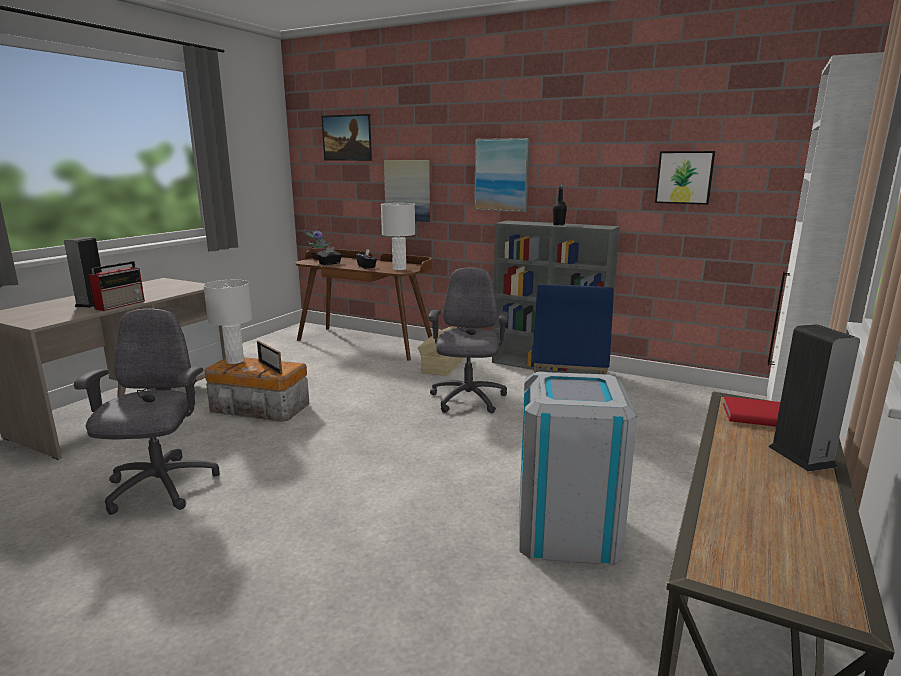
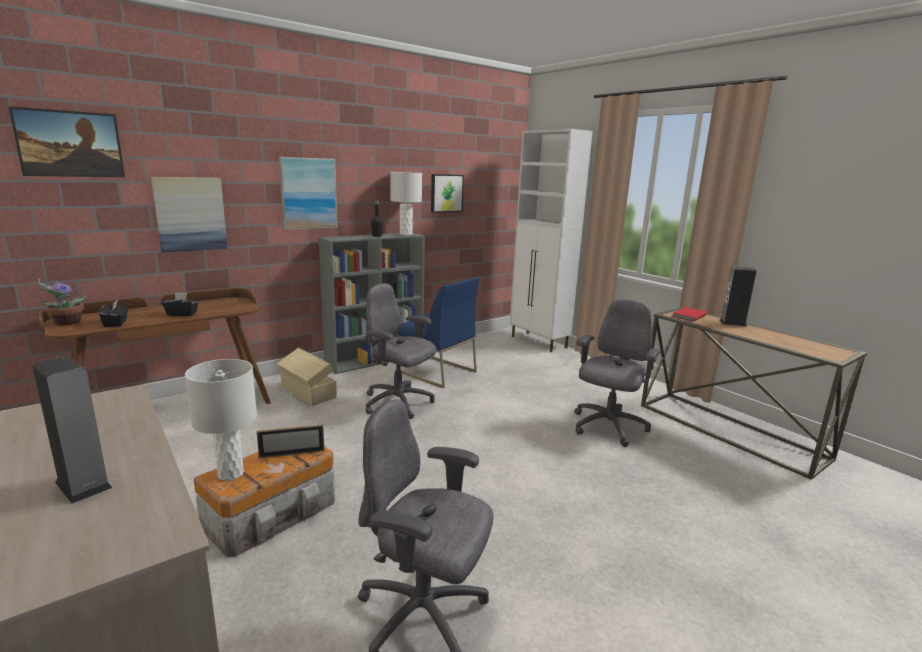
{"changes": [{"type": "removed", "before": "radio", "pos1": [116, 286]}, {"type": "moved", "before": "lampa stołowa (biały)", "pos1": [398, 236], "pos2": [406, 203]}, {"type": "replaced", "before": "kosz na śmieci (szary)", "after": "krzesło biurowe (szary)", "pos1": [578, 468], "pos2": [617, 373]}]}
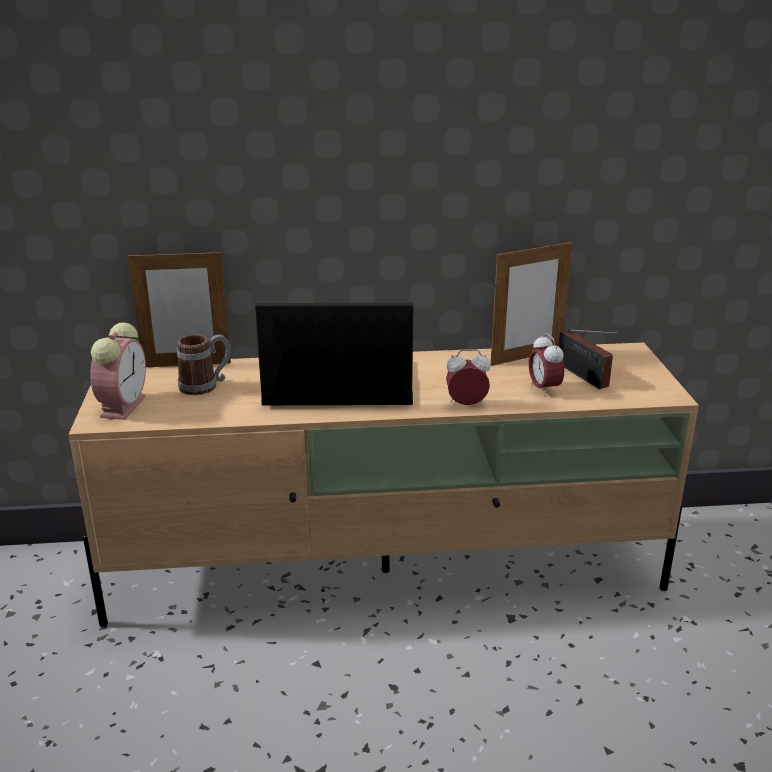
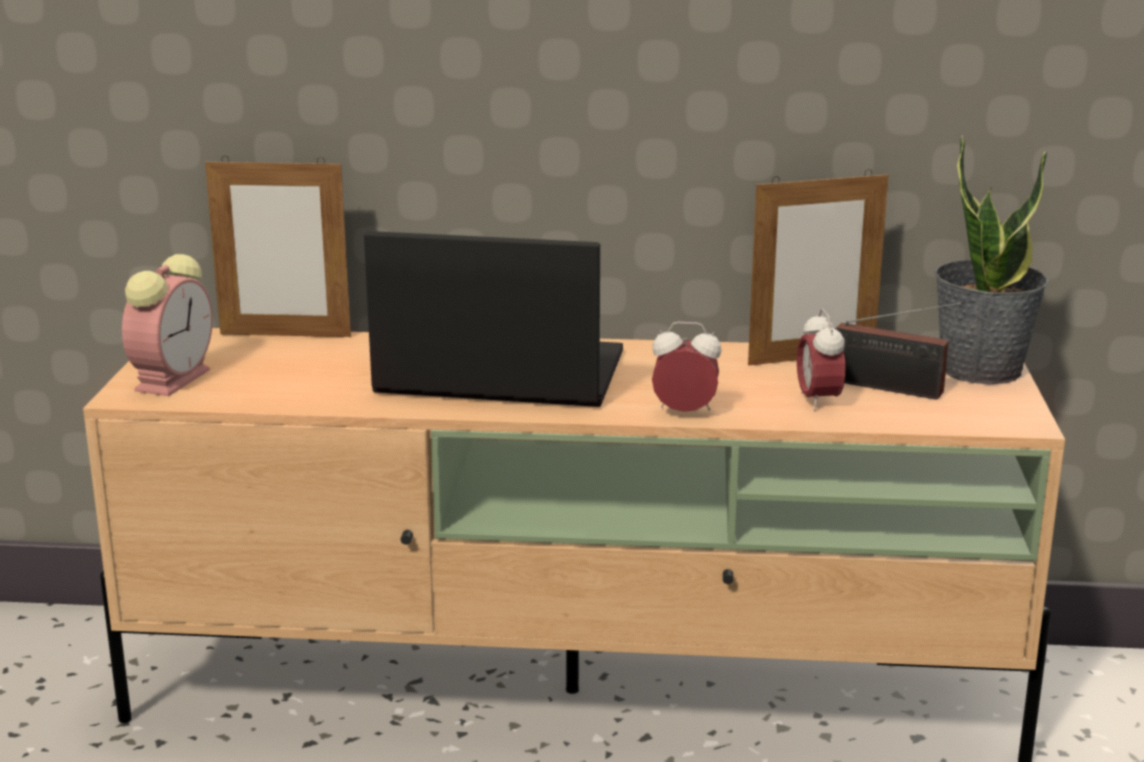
{"changes": [{"type": "removed", "before": "kubek", "pos1": [204, 364]}, {"type": "turned", "before": "radio", "pos1": [589, 359], "pos2": [900, 350], "turn": -45}, {"type": "added", "after": "roślina doniczkowa", "pos2": [991, 259]}]}
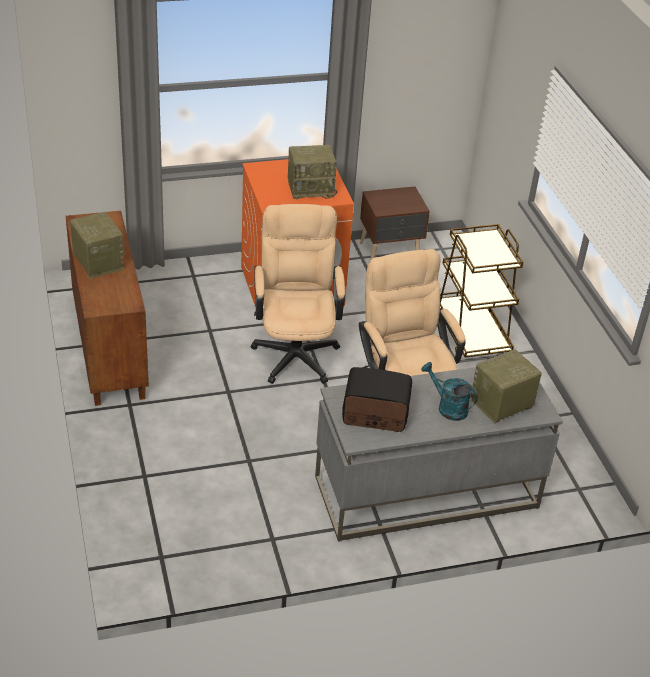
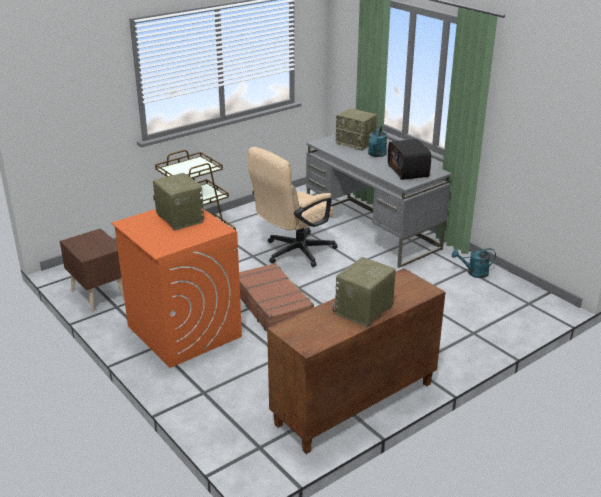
{"changes": [{"type": "replaced", "before": "krzesło biurowe (beżowy)", "after": "walizka (brązowy)", "pos1": [298, 294], "pos2": [276, 297]}, {"type": "added", "after": "konewka (turkusowy)", "pos2": [474, 263]}]}
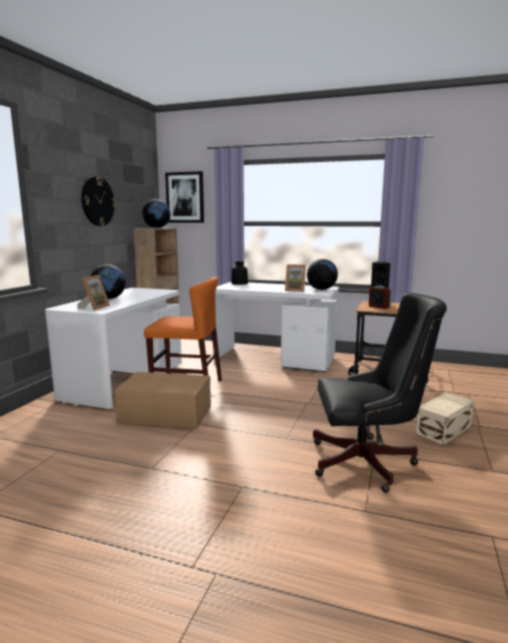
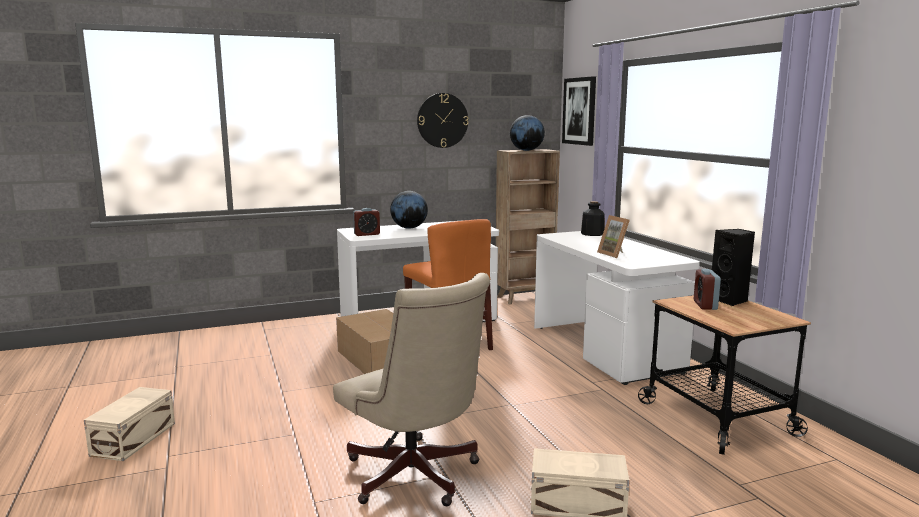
{"changes": [{"type": "replaced", "before": "ramka na zdjęcie", "after": "budzik", "pos1": [93, 292], "pos2": [366, 222]}, {"type": "removed", "before": "globus", "pos1": [322, 274]}, {"type": "recoloured", "before": "krzesło biurowe (czarny)", "after": "krzesło biurowe (beżowy)", "pos1": [380, 392], "pos2": [411, 389]}, {"type": "added", "after": "pojemnik do przechowywania (beżowy)", "pos2": [129, 424]}]}
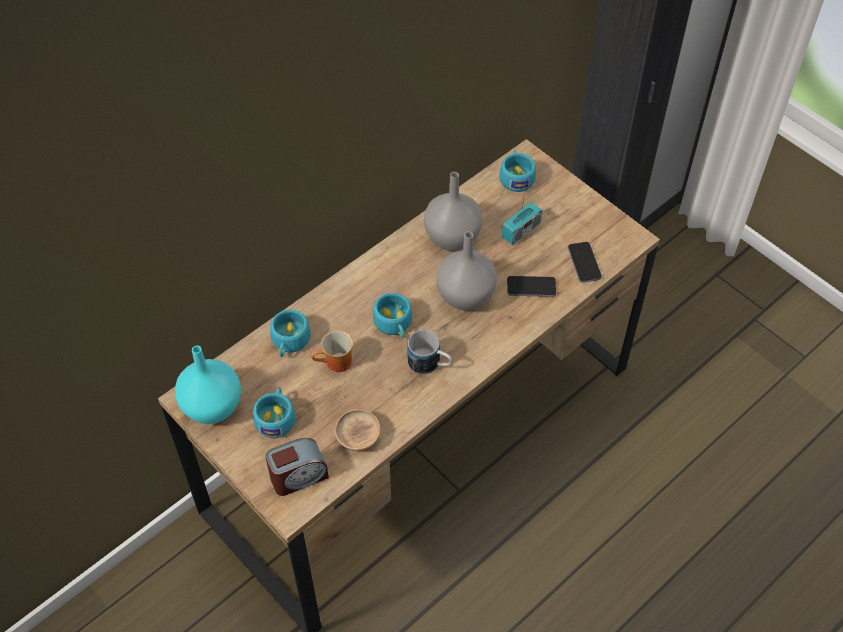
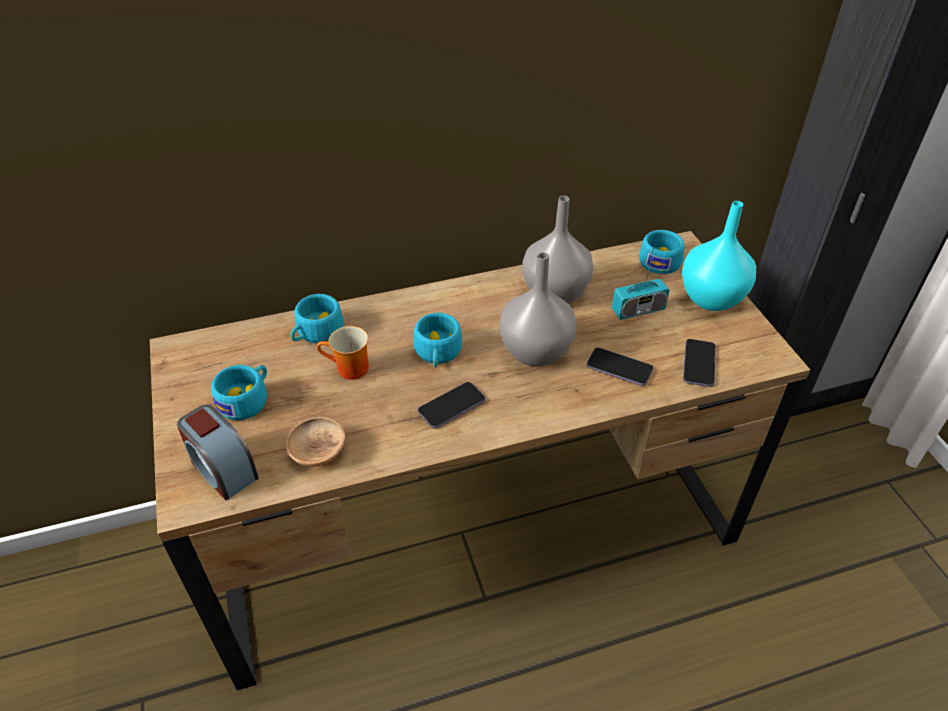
{"changes": [{"type": "moved", "before": "wazon (turkusowy)", "pos1": [208, 385], "pos2": [719, 256]}, {"type": "turned", "before": "budzik", "pos1": [297, 467], "pos2": [218, 452], "turn": 45}, {"type": "replaced", "before": "kubek", "after": "telefon", "pos1": [430, 352], "pos2": [451, 405]}]}
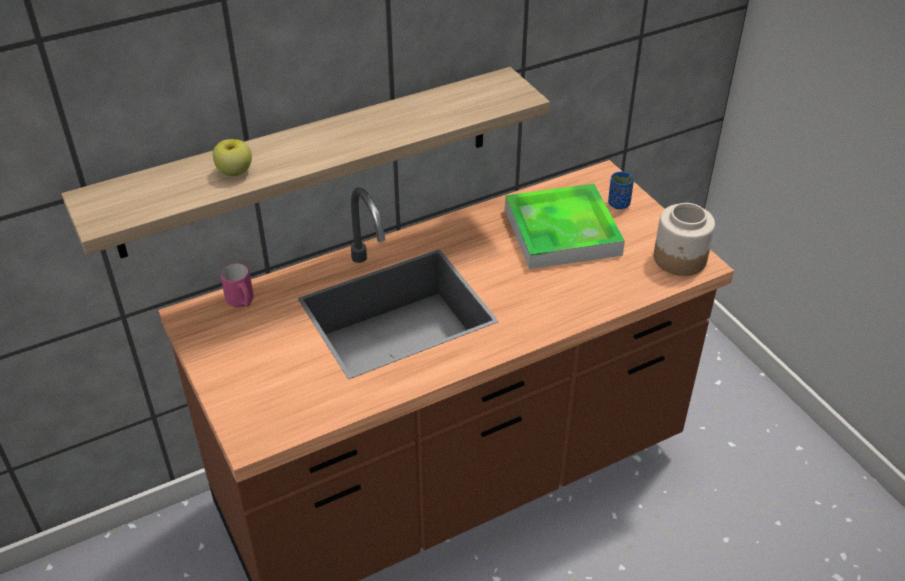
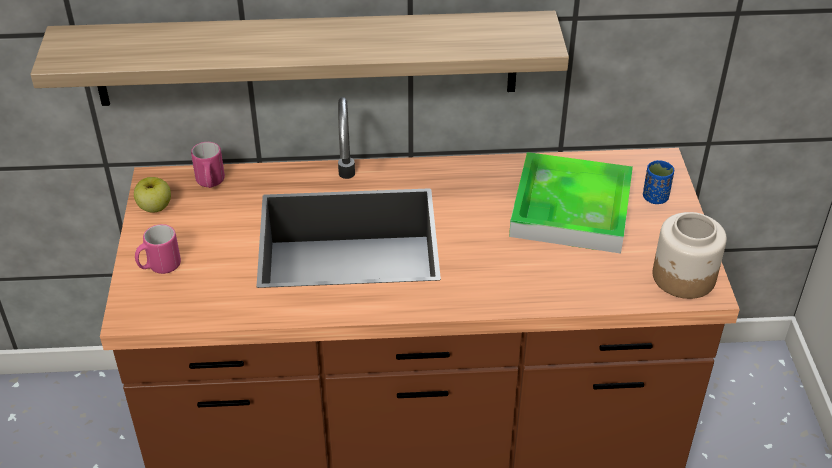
{"changes": [{"type": "moved", "before": "jabłko", "pos1": [232, 157], "pos2": [152, 195]}, {"type": "added", "after": "kubek (różowy)", "pos2": [158, 249]}]}
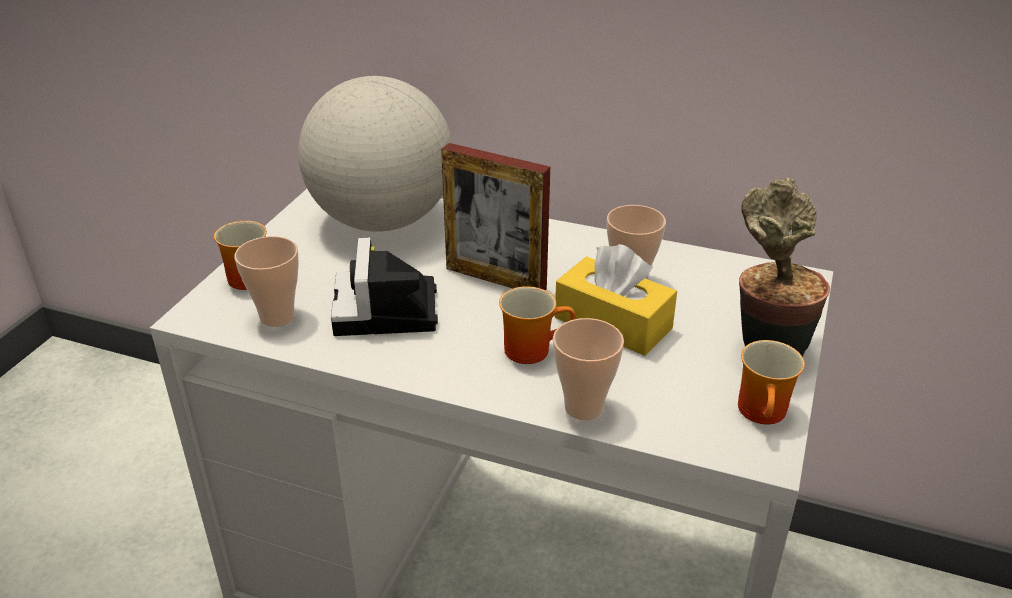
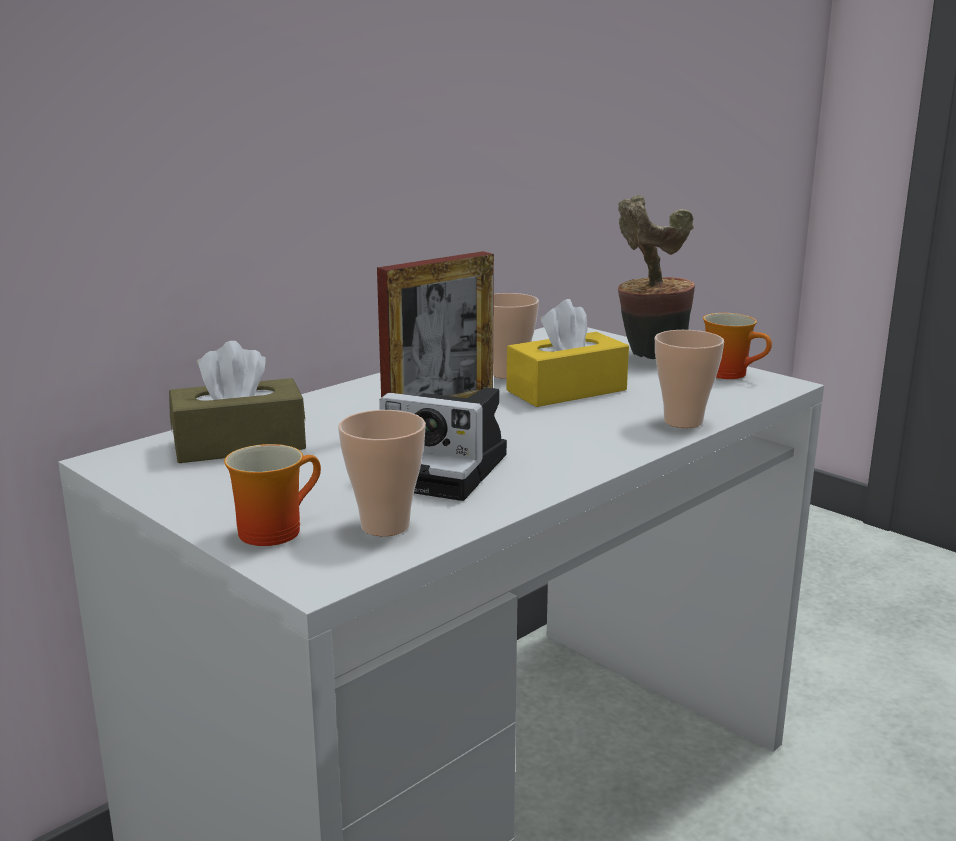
{"changes": [{"type": "replaced", "before": "globus", "after": "pudełko chusteczek (brązowy)", "pos1": [375, 154], "pos2": [237, 402]}, {"type": "removed", "before": "kubek", "pos1": [537, 325]}]}
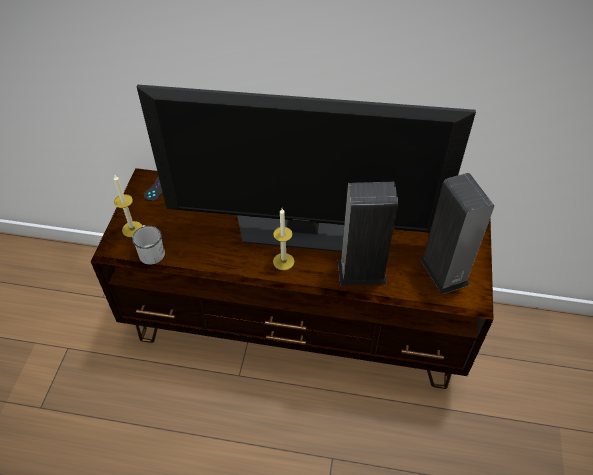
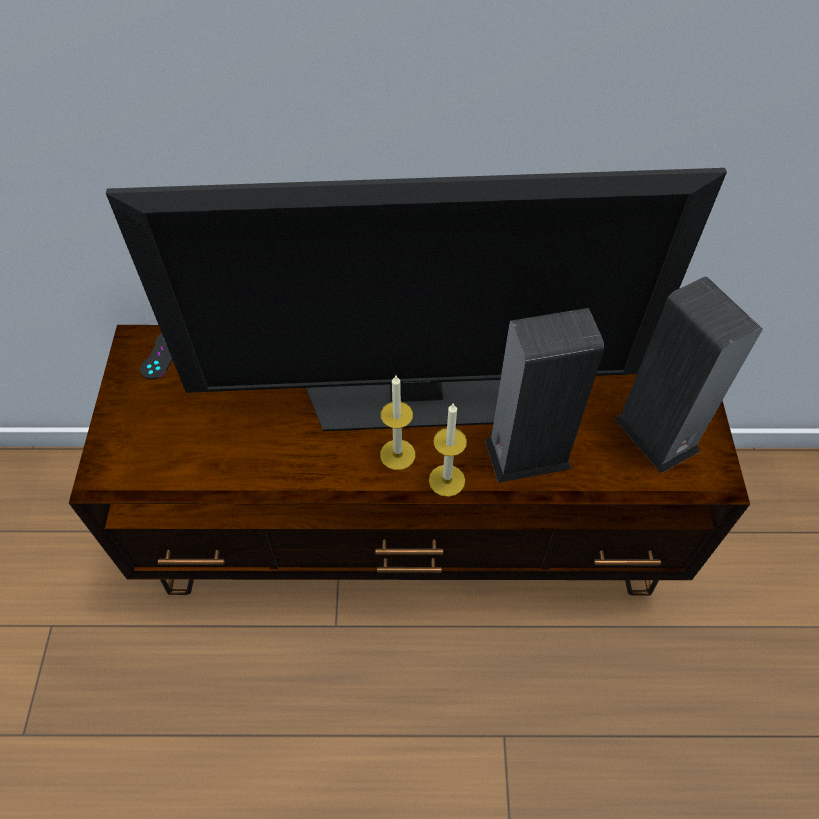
{"changes": [{"type": "moved", "before": "świeca", "pos1": [128, 206], "pos2": [448, 450]}, {"type": "removed", "before": "kubek (biały)", "pos1": [148, 245]}]}
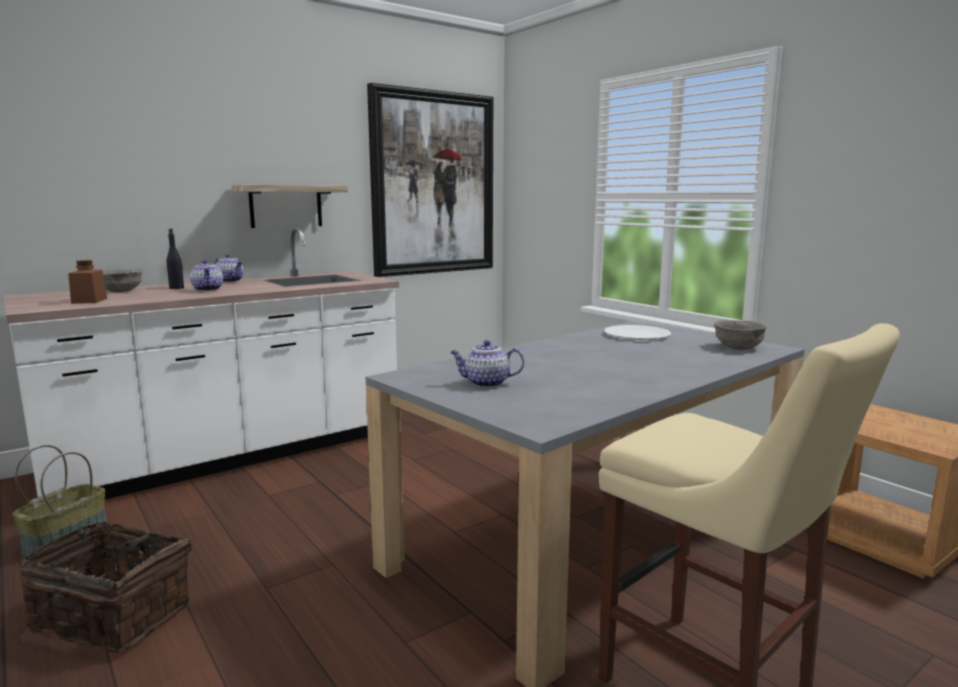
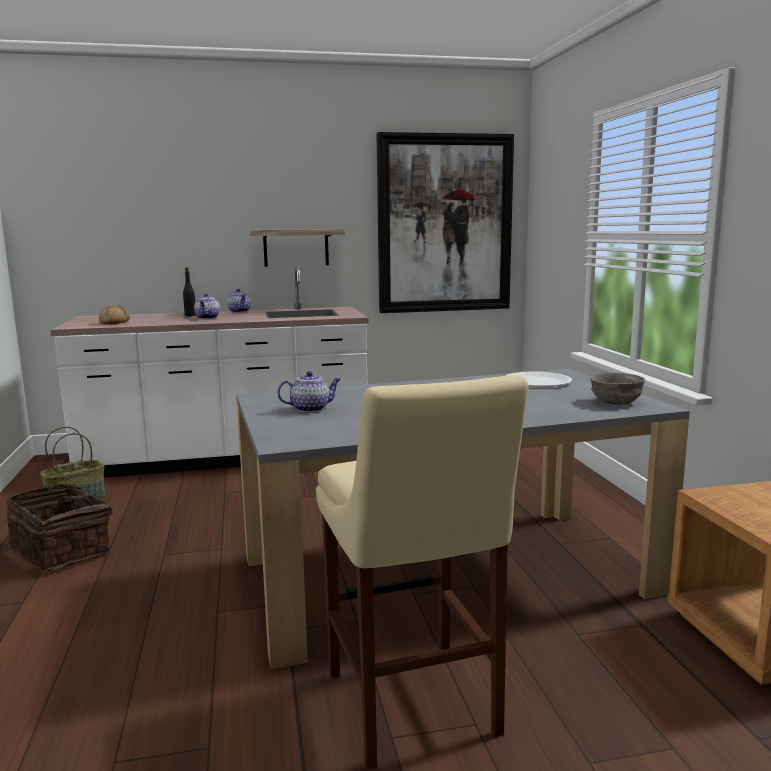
{"changes": [{"type": "replaced", "before": "słoik (brązowy)", "after": "chleb", "pos1": [87, 282], "pos2": [114, 314]}, {"type": "removed", "before": "miska (szary)", "pos1": [122, 280]}, {"type": "turned", "before": "imbryk", "pos1": [487, 363], "pos2": [309, 391], "turn": 135}]}
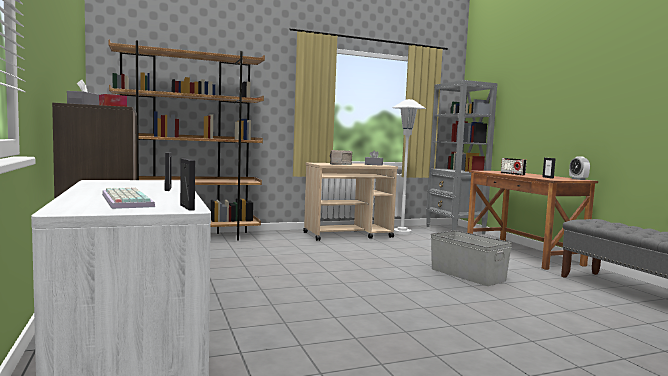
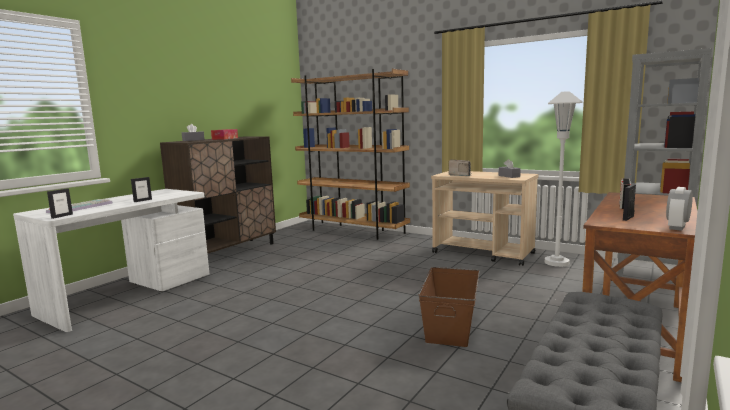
{"changes": [{"type": "recoloured", "before": "pojemnik do przechowywania (szary)", "after": "pojemnik do przechowywania (brązowy)", "pos1": [471, 258], "pos2": [449, 307]}]}
